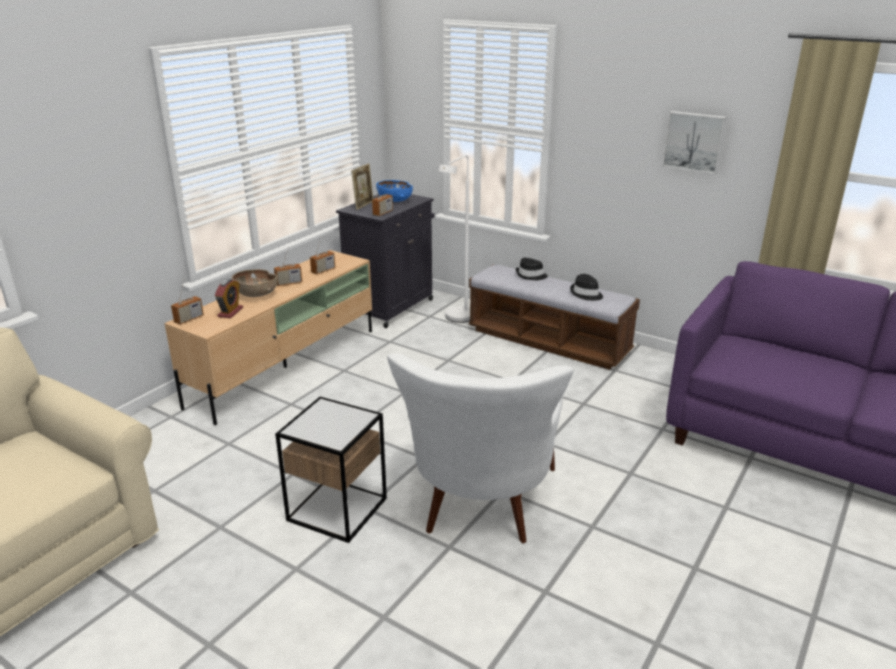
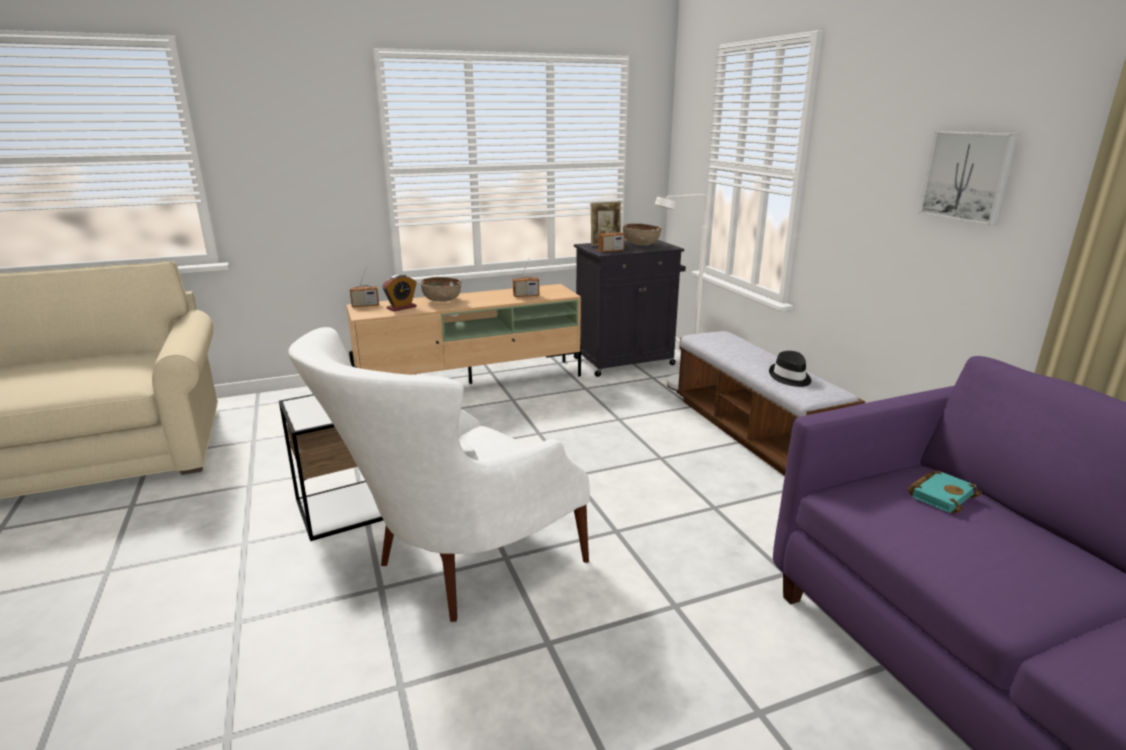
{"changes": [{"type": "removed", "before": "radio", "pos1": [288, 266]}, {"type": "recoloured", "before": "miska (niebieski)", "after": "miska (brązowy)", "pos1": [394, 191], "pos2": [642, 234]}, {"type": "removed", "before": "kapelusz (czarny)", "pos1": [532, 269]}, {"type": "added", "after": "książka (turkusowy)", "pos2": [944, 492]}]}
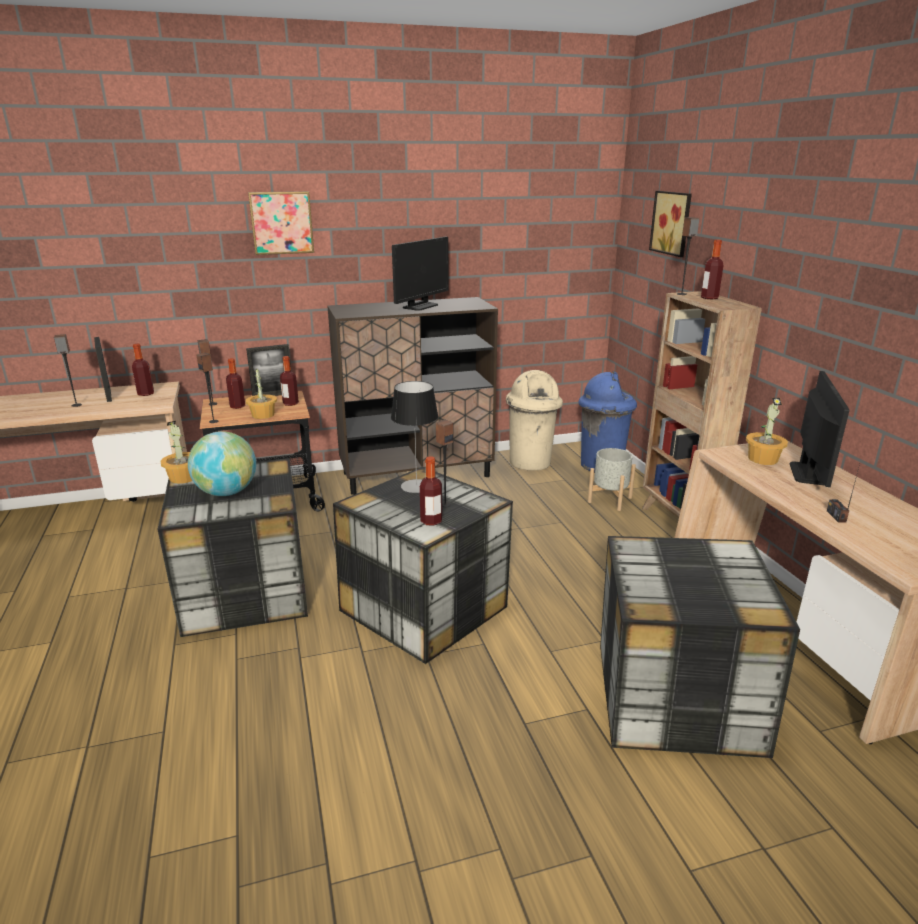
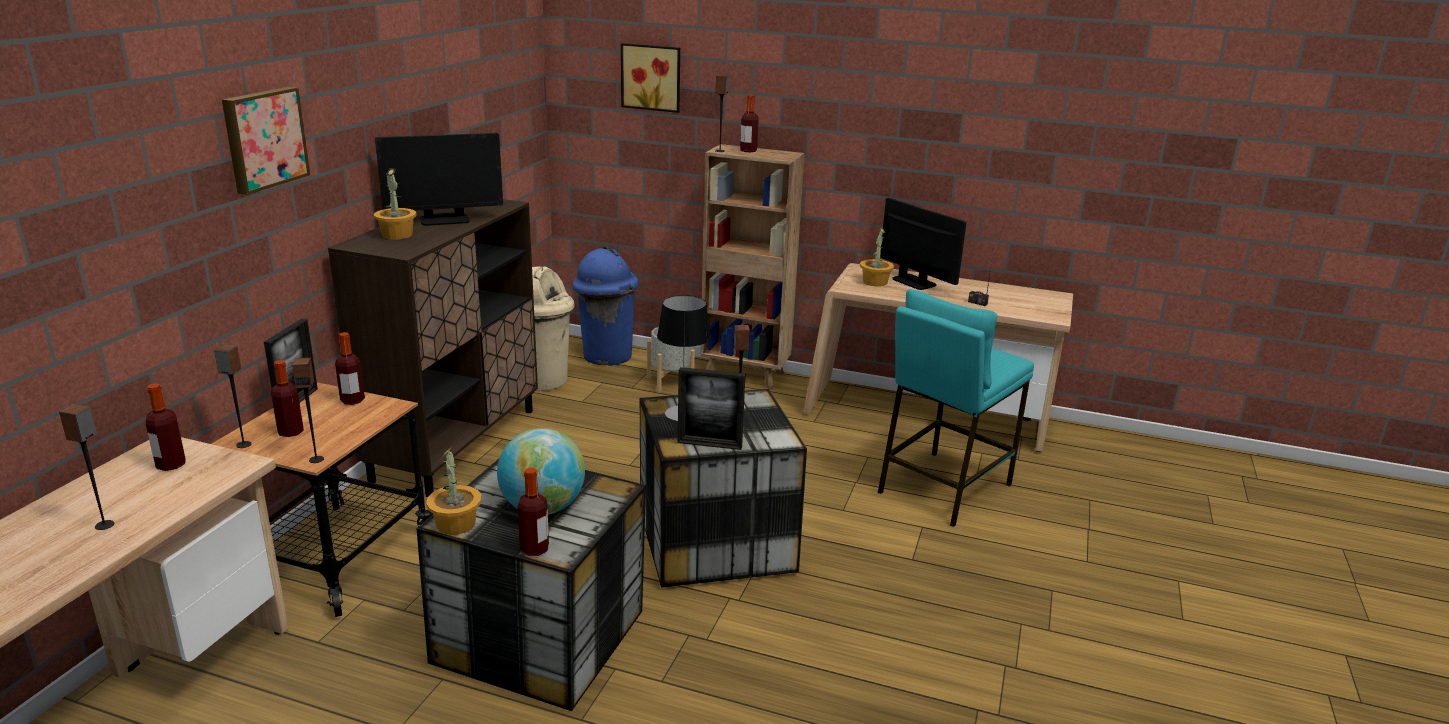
{"changes": [{"type": "moved", "before": "ramka na zdjęcie", "pos1": [103, 369], "pos2": [712, 408]}, {"type": "moved", "before": "roślina doniczkowa", "pos1": [261, 393], "pos2": [395, 204]}, {"type": "turned", "before": "monitor", "pos1": [420, 274], "pos2": [439, 179], "turn": 90}, {"type": "moved", "before": "butelka", "pos1": [431, 491], "pos2": [533, 512]}, {"type": "replaced", "before": "pojemnik do przechowywania", "after": "stołek (turkusowy)", "pos1": [700, 647], "pos2": [956, 408]}]}
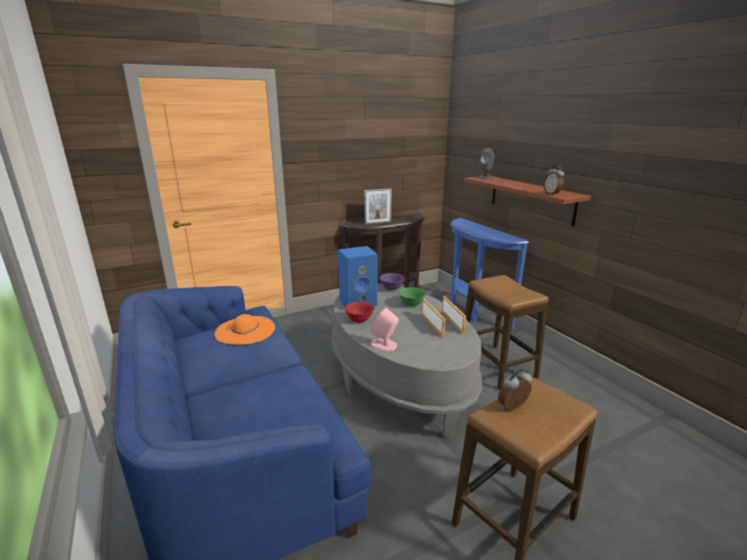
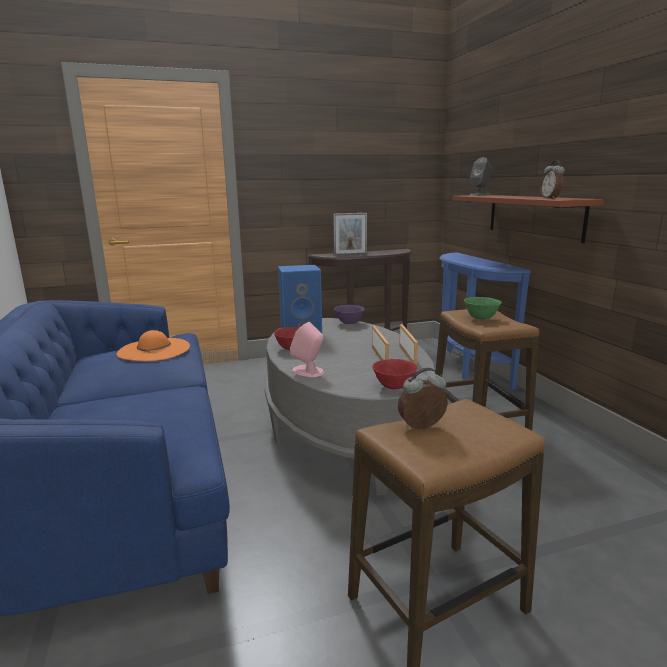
{"changes": [{"type": "moved", "before": "miska (zielony)", "pos1": [412, 296], "pos2": [483, 308]}, {"type": "added", "after": "miska (czerwony)", "pos2": [395, 374]}]}
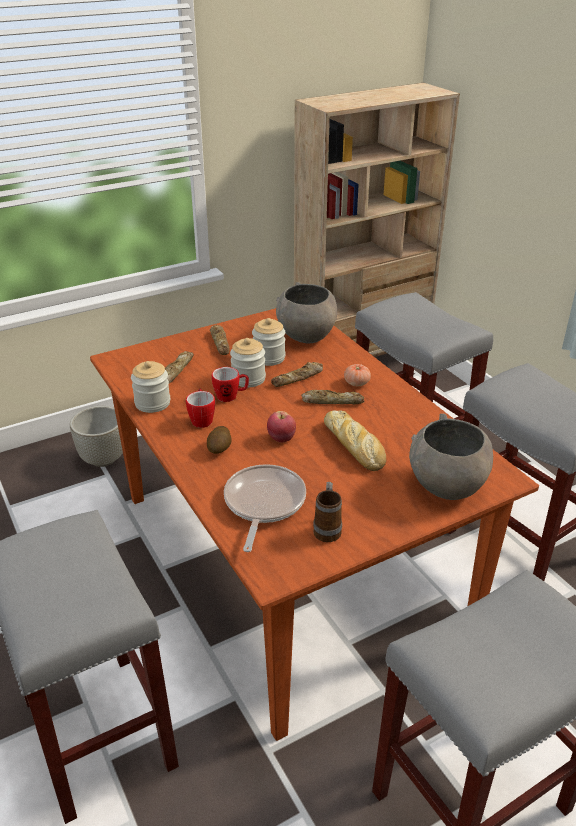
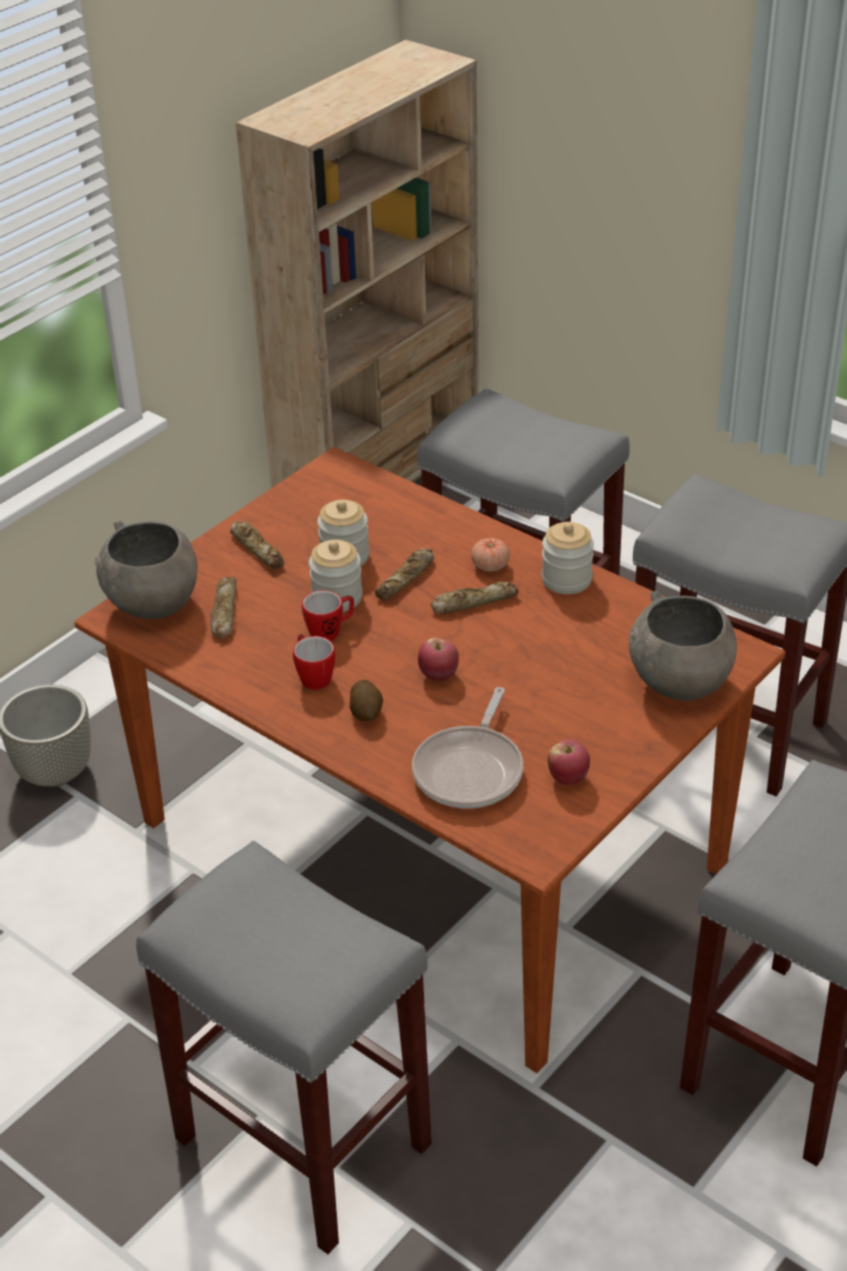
{"changes": [{"type": "moved", "before": "słoik", "pos1": [150, 387], "pos2": [568, 558]}, {"type": "turned", "before": "patelnia", "pos1": [265, 508], "pos2": [467, 747], "turn": -150}, {"type": "moved", "before": "miska (szary)", "pos1": [306, 313], "pos2": [146, 570]}, {"type": "replaced", "before": "kubek", "after": "jabłko", "pos1": [327, 512], "pos2": [569, 762]}, {"type": "removed", "before": "chleb", "pos1": [355, 440]}]}
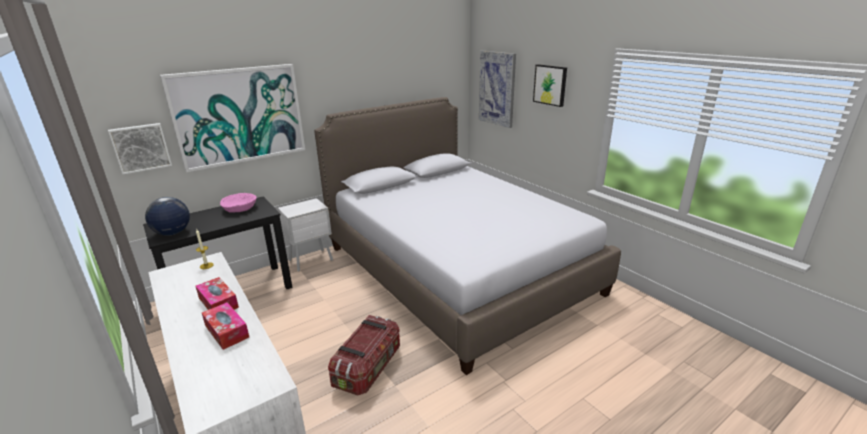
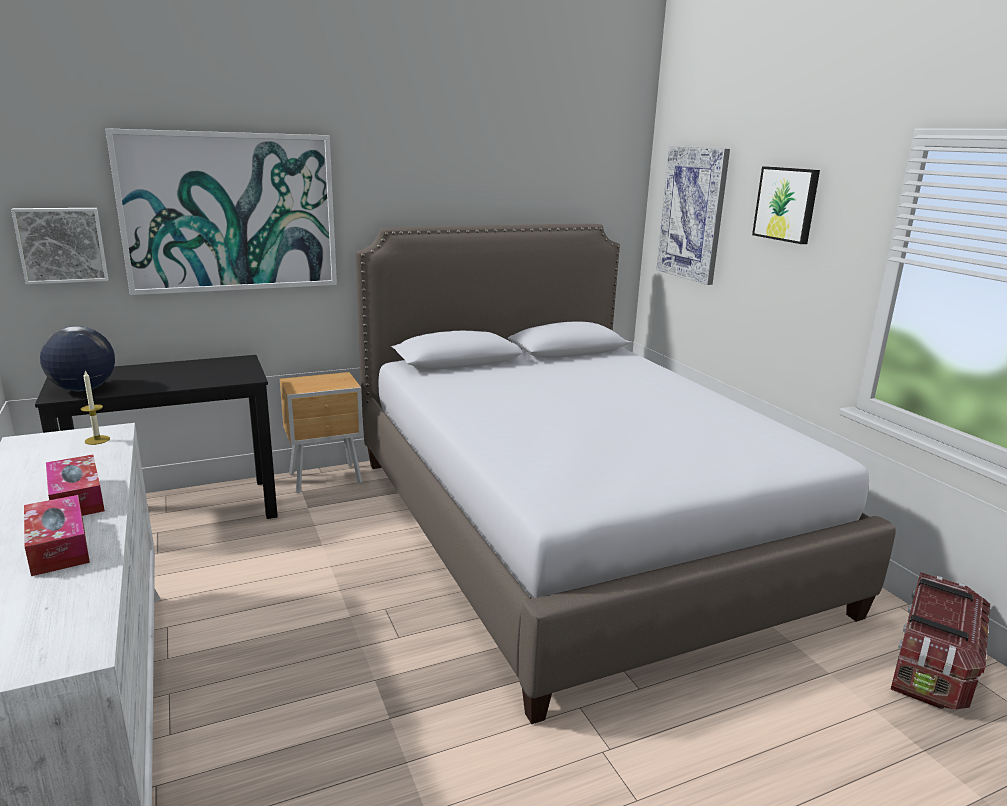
{"changes": [{"type": "removed", "before": "miska (różowy)", "pos1": [238, 203]}, {"type": "recoloured", "before": "szafka nocna (biały)", "after": "szafka nocna (brązowy)", "pos1": [305, 235], "pos2": [321, 432]}, {"type": "moved", "before": "pojemnik do przechowywania", "pos1": [364, 355], "pos2": [940, 641]}]}
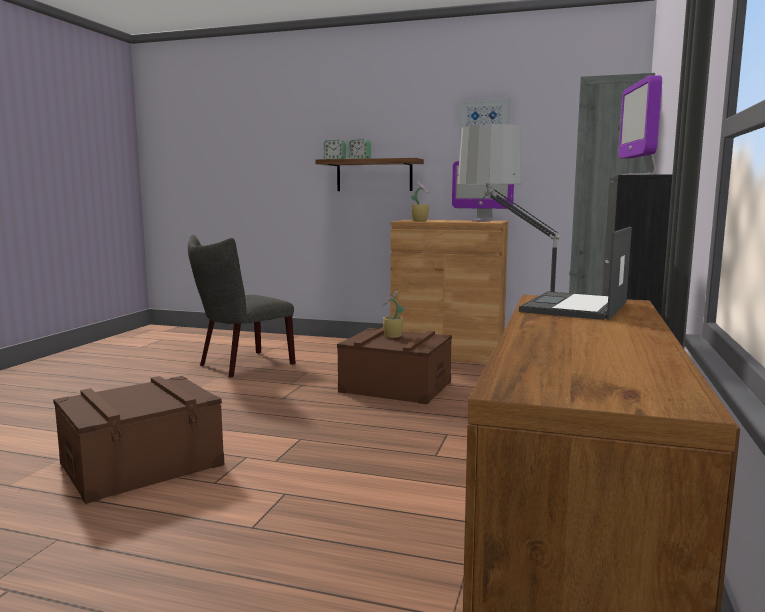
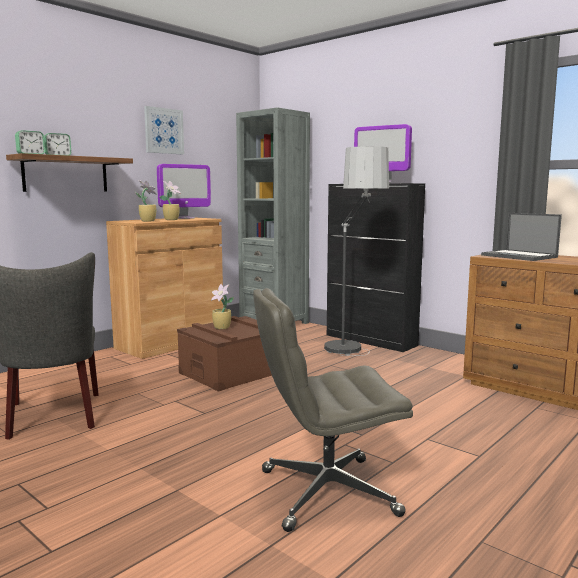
{"changes": [{"type": "replaced", "before": "pojemnik do przechowywania (brązowy)", "after": "krzesło biurowe (szary)", "pos1": [138, 440], "pos2": [333, 410]}, {"type": "added", "after": "roślina doniczkowa", "pos2": [170, 200]}]}
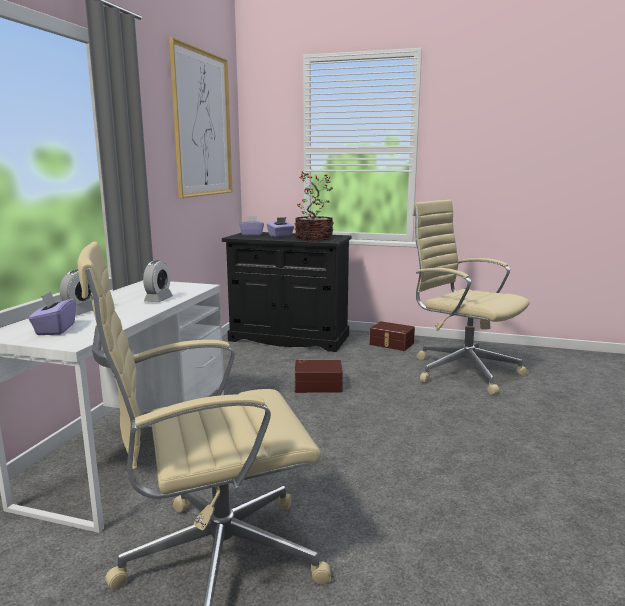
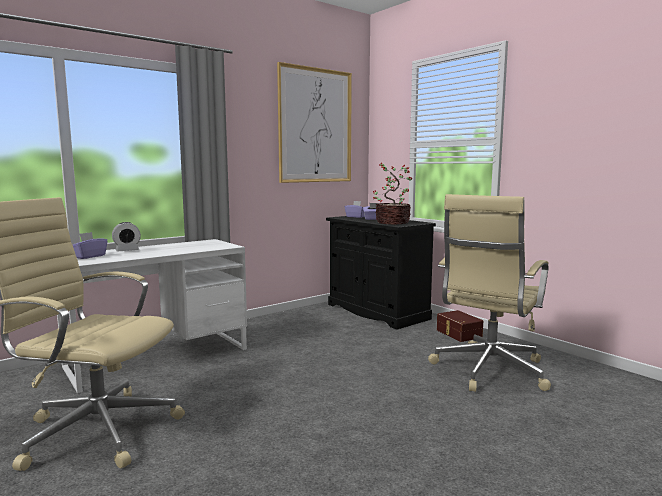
{"changes": [{"type": "removed", "before": "budzik", "pos1": [158, 281]}, {"type": "removed", "before": "pojemnik do przechowywania (brązowy)", "pos1": [319, 376]}, {"type": "turned", "before": "krzesło biurowe (beżowy)", "pos1": [471, 297], "pos2": [489, 293], "turn": -135}]}
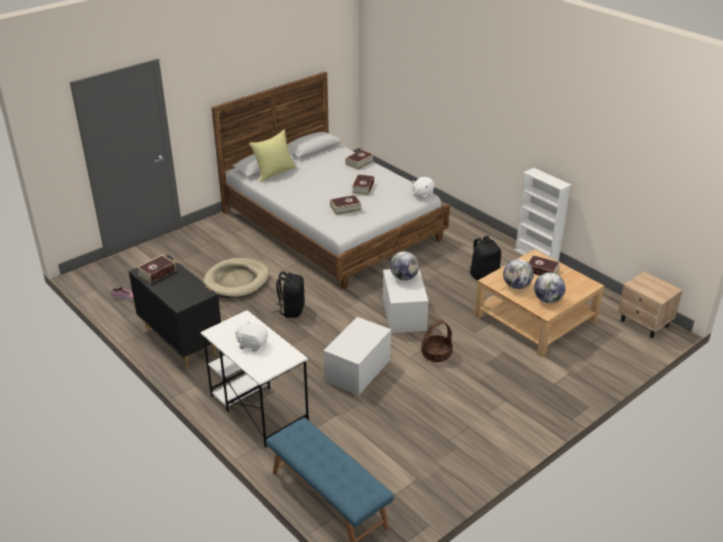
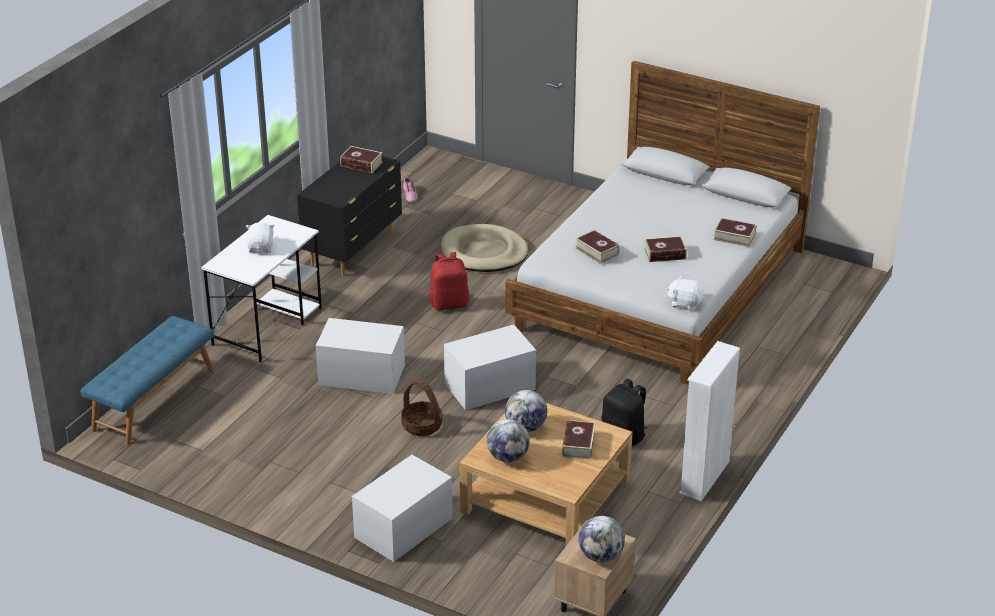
{"changes": [{"type": "removed", "before": "poduszka (żółty)", "pos1": [273, 155]}, {"type": "recoloured", "before": "plecak (czarny)", "after": "plecak (czerwony)", "pos1": [289, 294], "pos2": [449, 281]}, {"type": "moved", "before": "globus", "pos1": [404, 266], "pos2": [601, 539]}, {"type": "added", "after": "pojemnik do przechowywania (biały)", "pos2": [402, 508]}]}
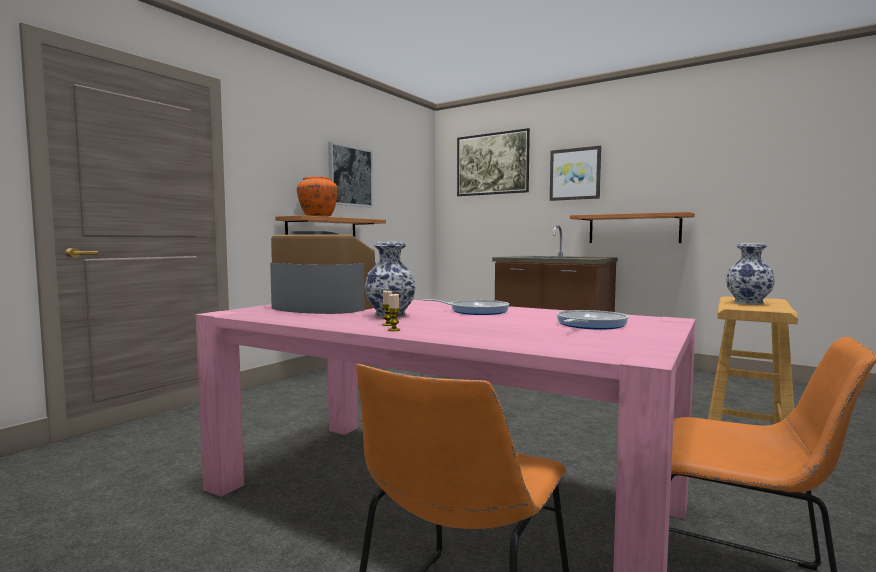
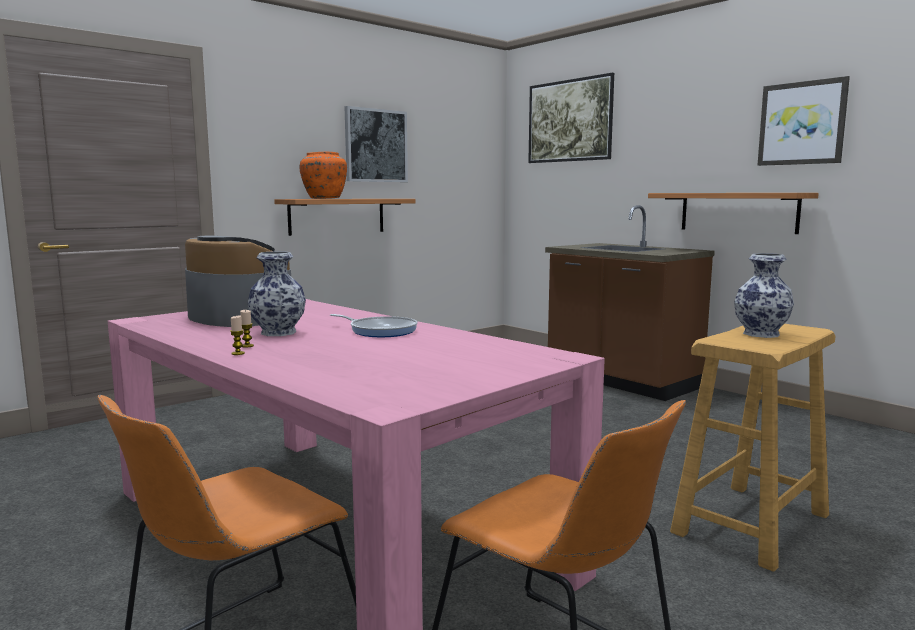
{"changes": [{"type": "moved", "before": "obraz", "pos1": [575, 173], "pos2": [803, 121]}, {"type": "removed", "before": "patelnia", "pos1": [592, 320]}]}
